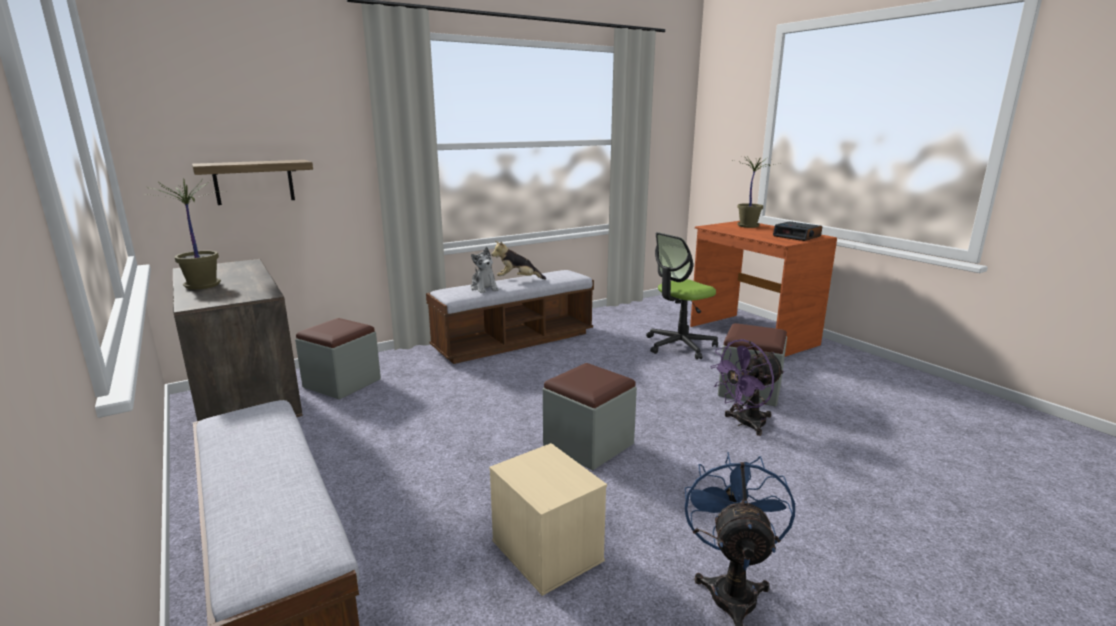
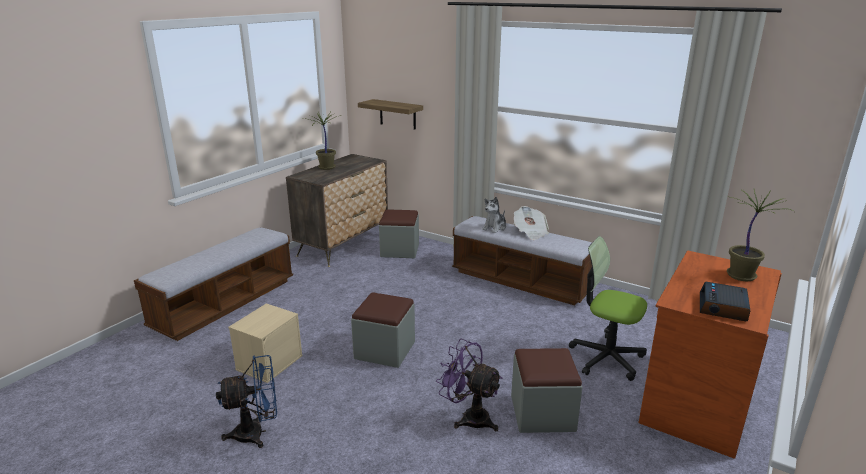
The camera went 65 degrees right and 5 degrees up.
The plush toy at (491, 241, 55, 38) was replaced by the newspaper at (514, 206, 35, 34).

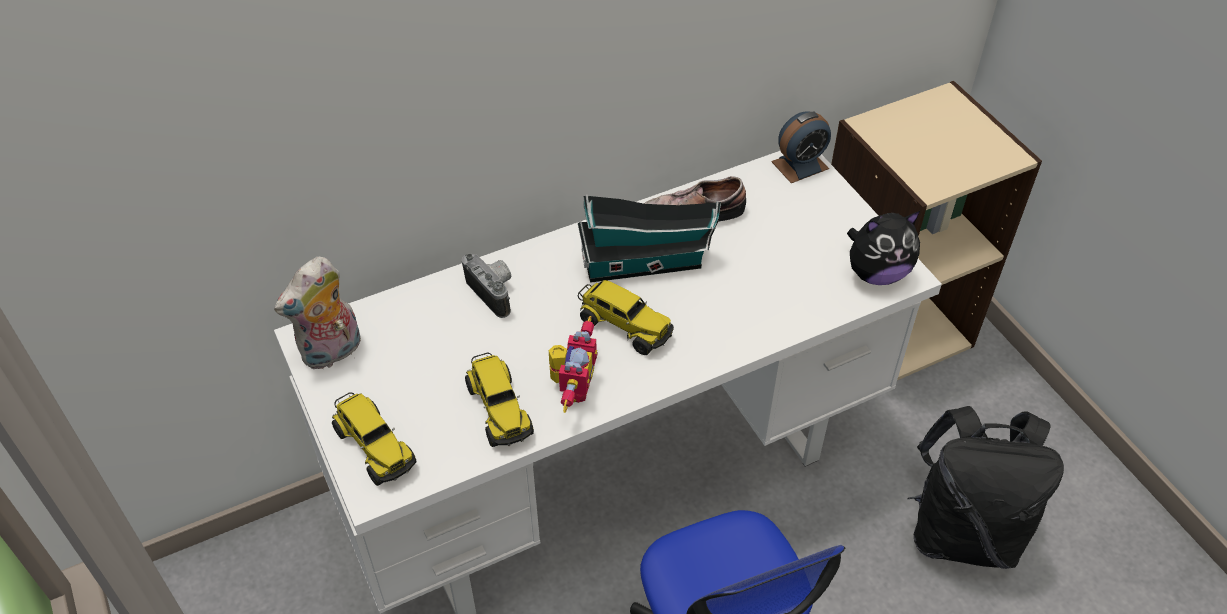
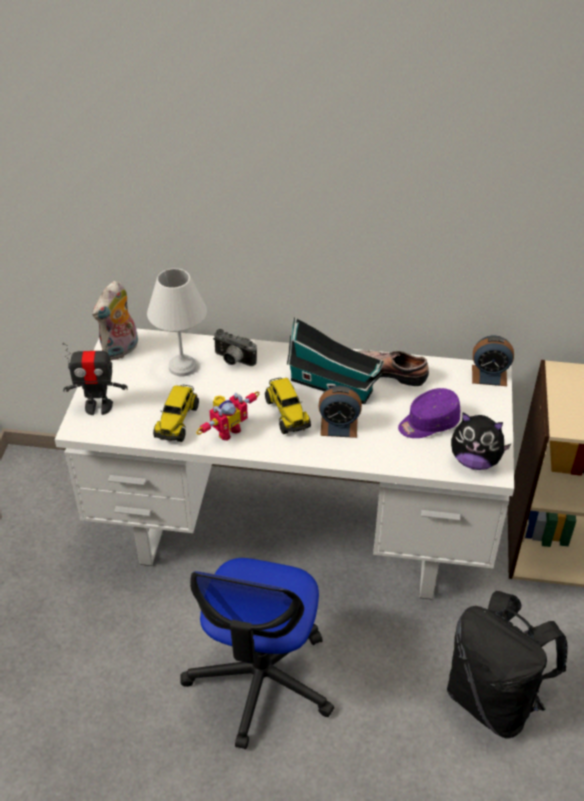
The camera went 35 degrees right and 5 degrees down.
The table lamp (white) at (147, 268, 60, 108) appeared.
The alarm clock at (319, 385, 43, 53) appeared.
The cap (purple) at (398, 388, 62, 50) appeared.
The toy truck at (332, 393, 84, 93) was replaced by the toy robot at (62, 343, 66, 72).
The plush toy at (274, 257, 87, 112) turned 45 degrees counterclockwise.
The photo camera at (462, 254, 49, 64) turned 120 degrees clockwise.

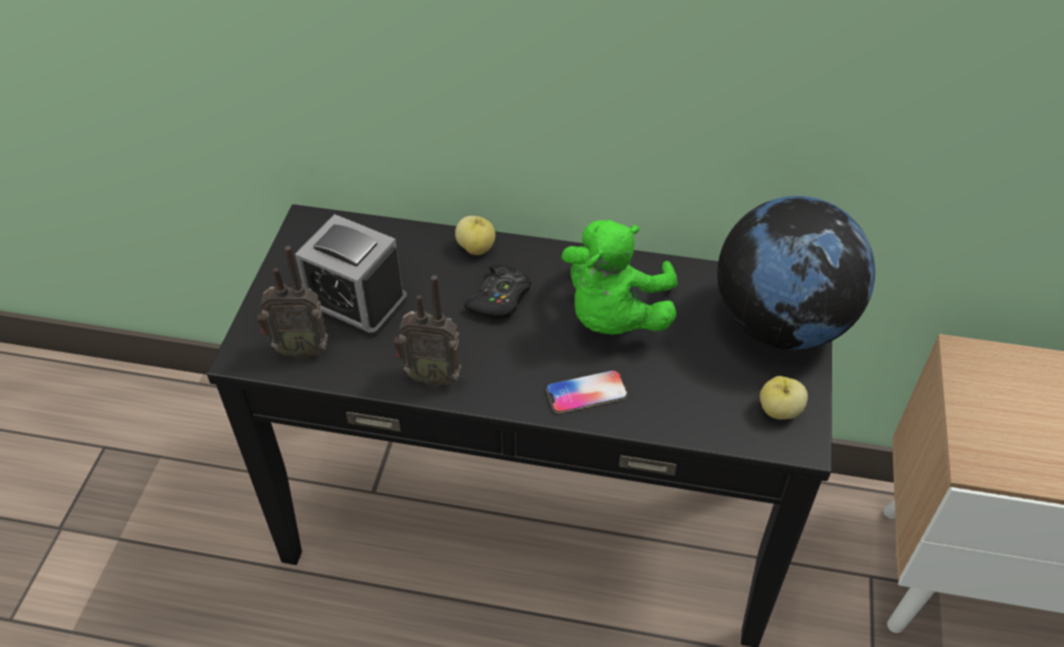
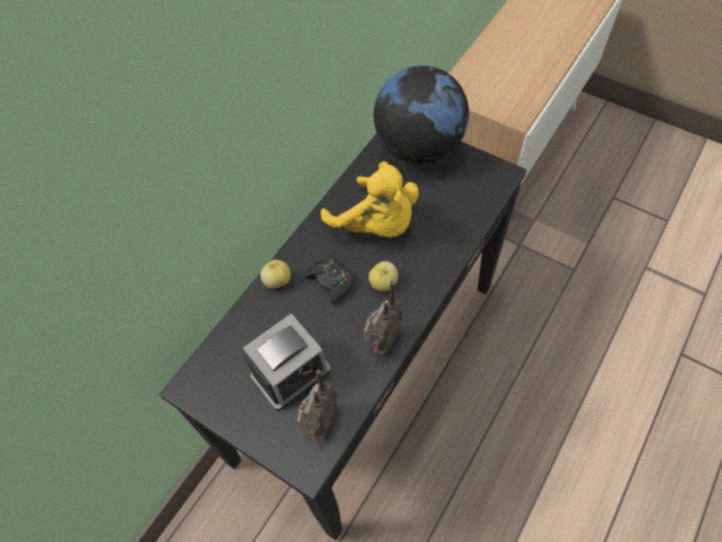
The camera went 65 degrees left and 10 degrees up.
The phone at (546, 370, 81, 43) disappeared.
The apple moved from (760, 376, 48, 44) to (369, 261, 29, 31).
The plush toy (green) at (561, 220, 116, 115) became the plush toy (yellow) at (321, 161, 98, 76).

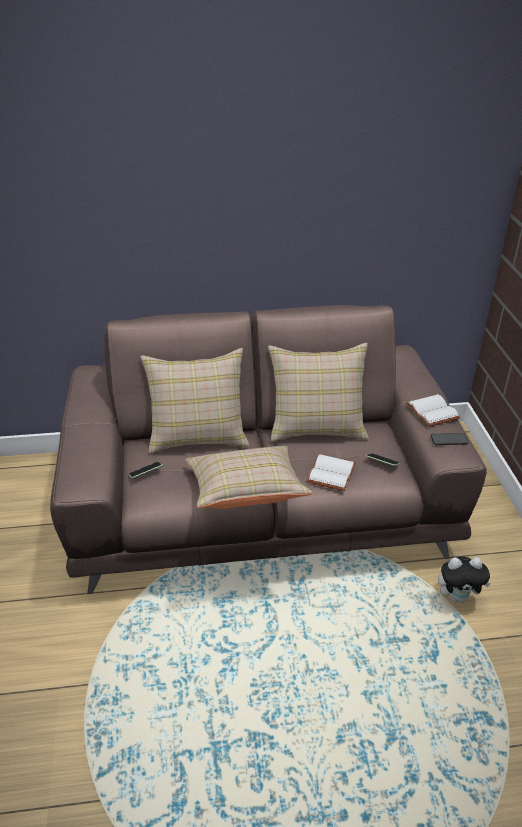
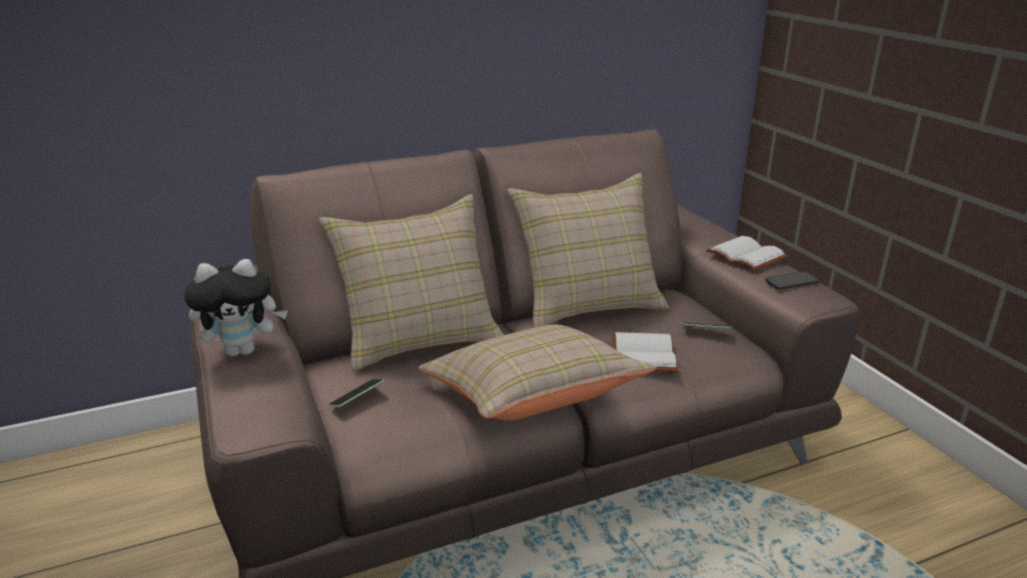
The camera went 15 degrees left and 10 degrees down.
The plush toy moved from (438, 556, 53, 47) to (184, 259, 104, 97).

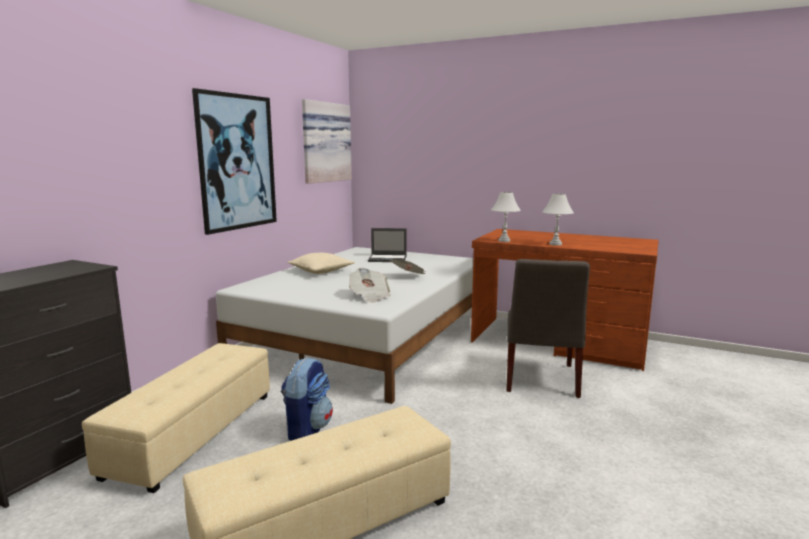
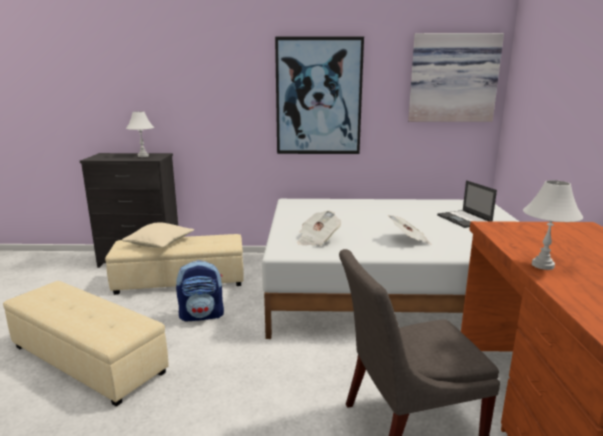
The camera went 65 degrees right and 5 degrees up.
The pillow (beige) moved from (287, 253, 68, 21) to (122, 222, 72, 26).
The table lamp (white) moved from (491, 192, 30, 50) to (126, 111, 28, 46).

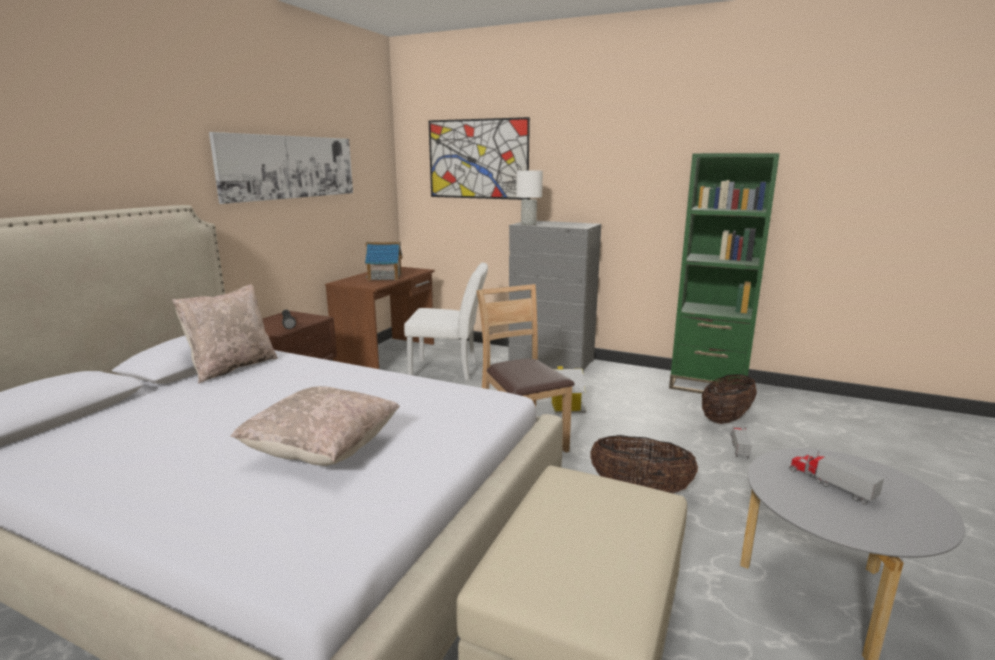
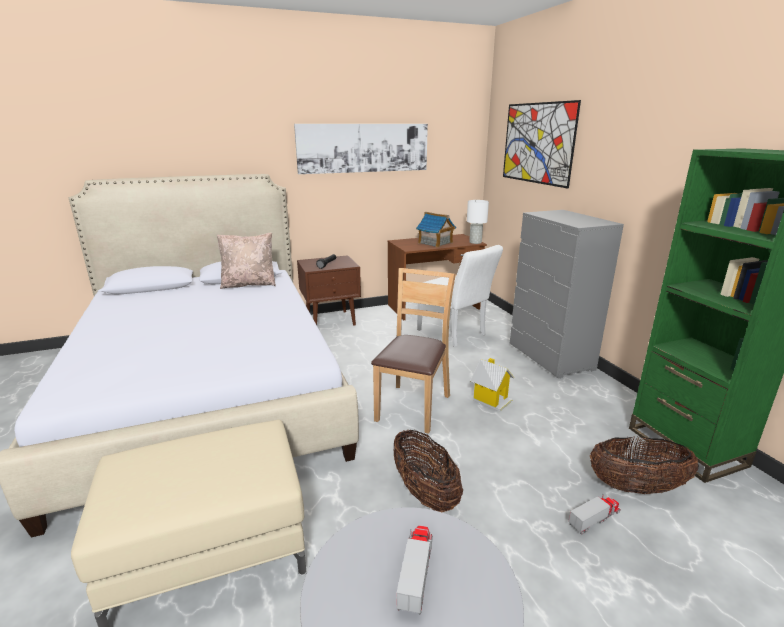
The camera went 45 degrees right and 5 degrees up.
The pillow (beige) at (230, 386, 170, 80) disappeared.
The table lamp (white) moved from (516, 170, 27, 55) to (467, 200, 22, 44).

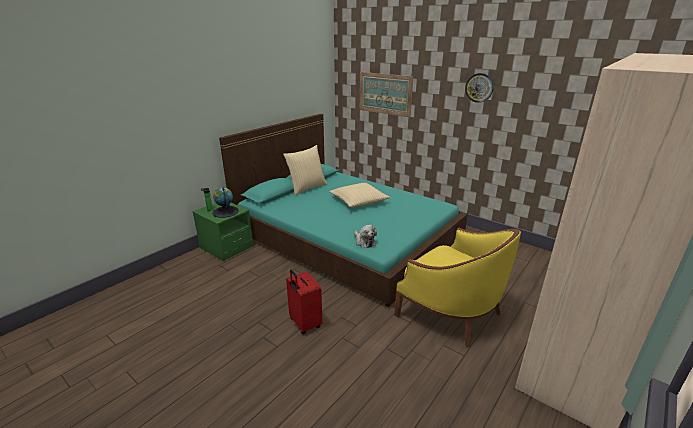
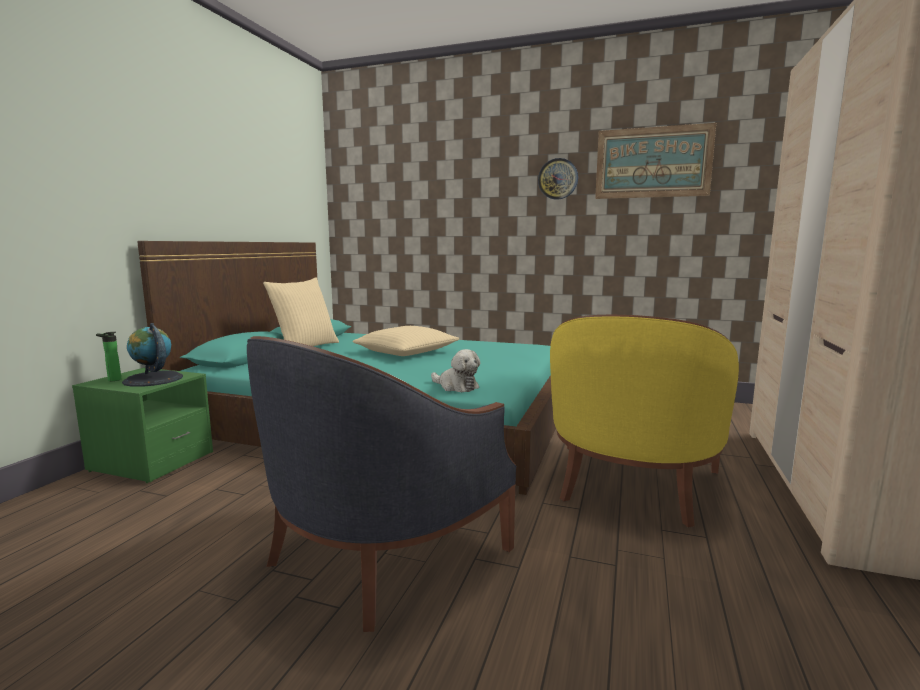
The camera went 20 degrees left and 15 degrees down.
The picture moved from (360, 72, 53, 45) to (595, 123, 121, 76).
The suitcase (red) at (286, 270, 37, 64) was replaced by the armchair (blue) at (247, 336, 269, 296).
The armchair (yellow) at (395, 228, 126, 119) turned 90 degrees clockwise.

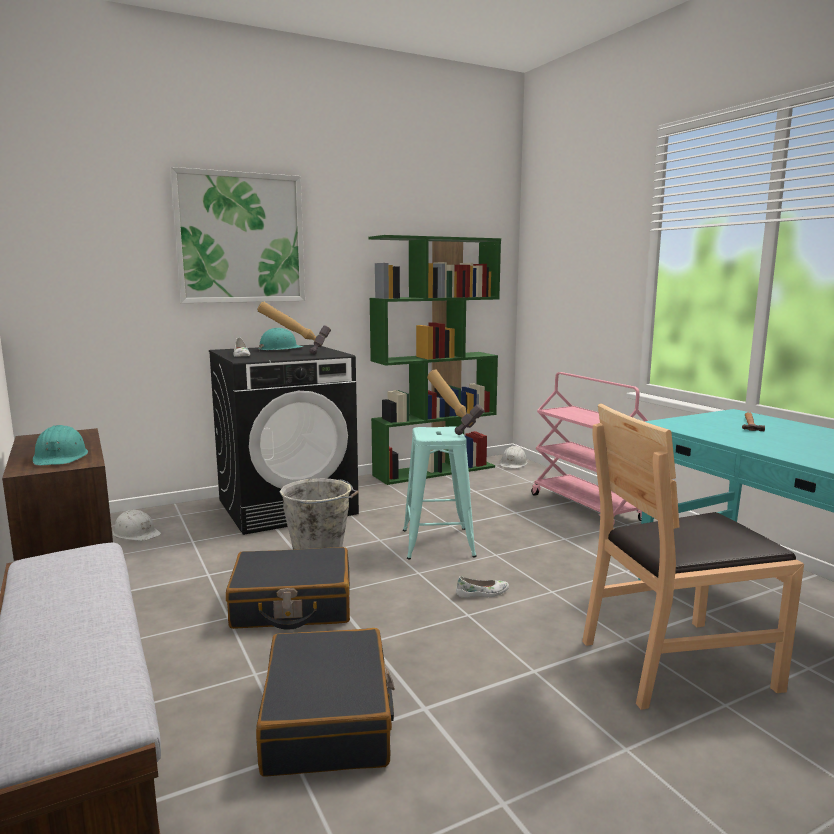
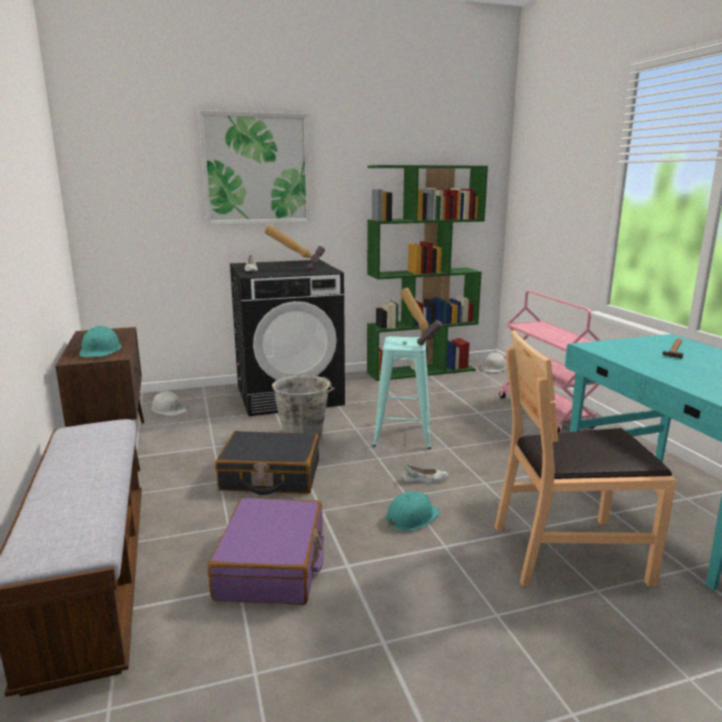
The camera went 10 degrees right and 5 degrees up.
The hard hat (turquoise) moved from (259, 328, 45, 22) to (385, 491, 56, 40).
The suitcase (black) at (256, 628, 139, 149) became the suitcase (purple) at (208, 498, 116, 107).

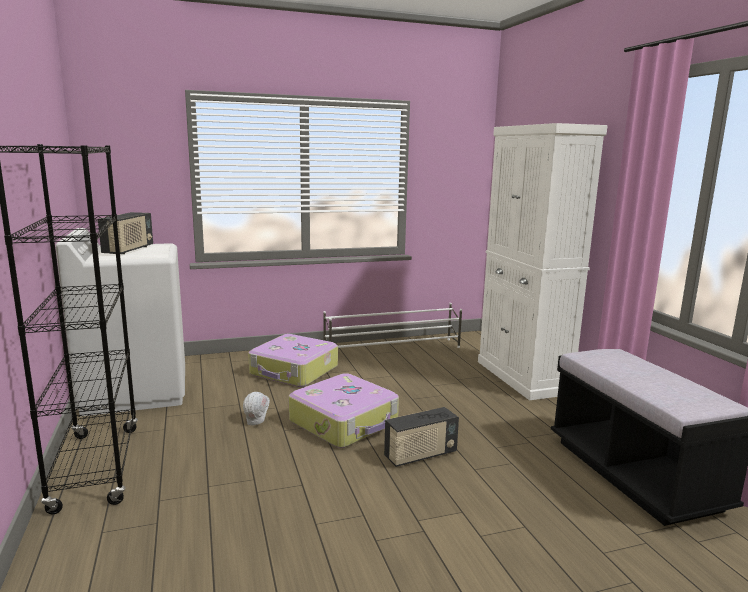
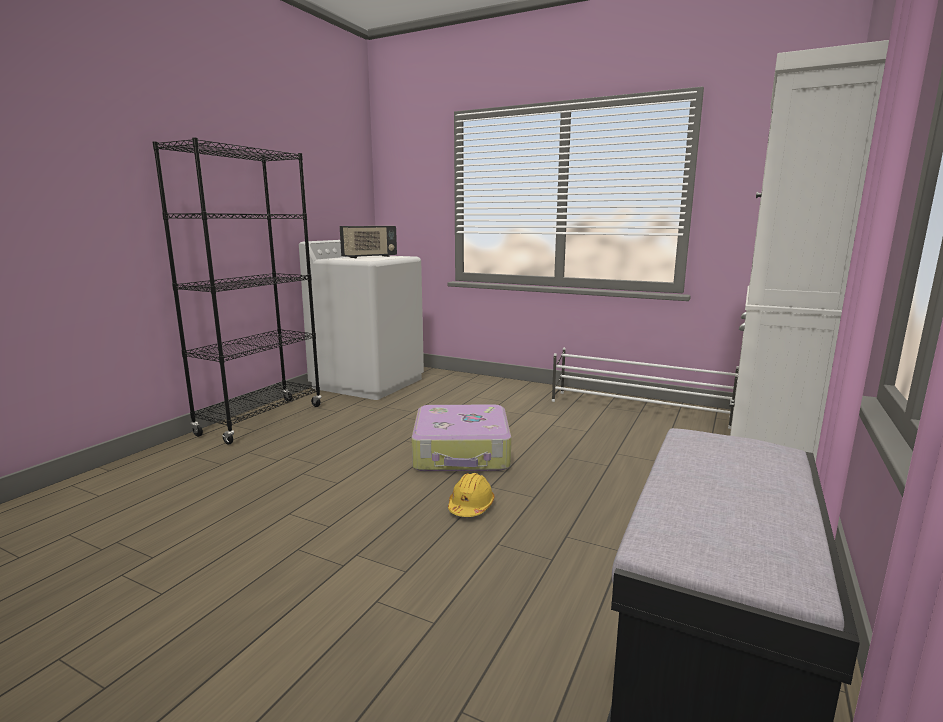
The camera went 45 degrees right and 0 degrees up.
The hard hat (white) at (243, 392, 27, 33) disappeared.
The suitcase at (248, 334, 90, 53) disappeared.
The radio at (384, 407, 75, 60) was replaced by the hard hat (yellow) at (448, 473, 47, 44).

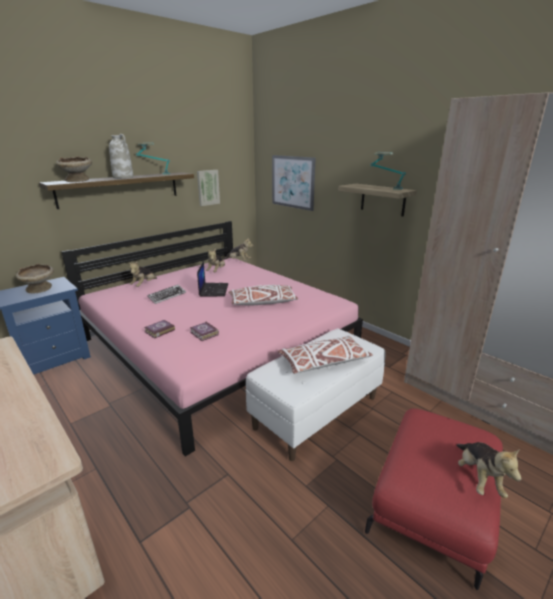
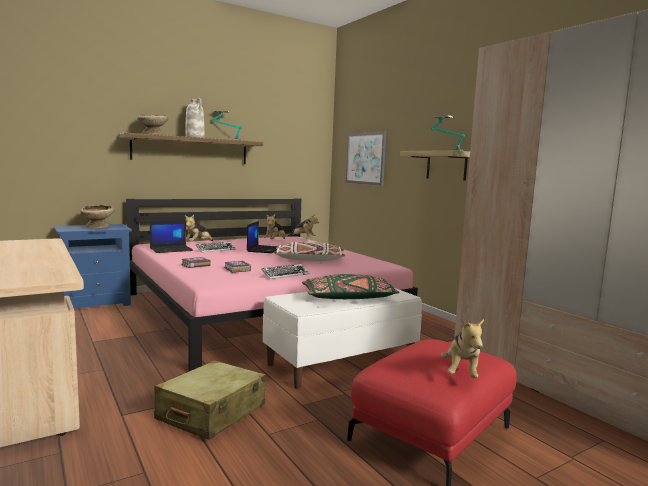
The camera went 10 degrees right and 15 degrees down.
The picture at (197, 170, 23, 36) disappeared.
The laptop at (150, 221, 43, 32) appeared.
The suitcase (beige) at (154, 360, 112, 80) appeared.
The keyboard at (261, 264, 49, 15) appeared.
The pillow (white) at (278, 335, 95, 39) became the pillow (green) at (302, 274, 97, 25).

